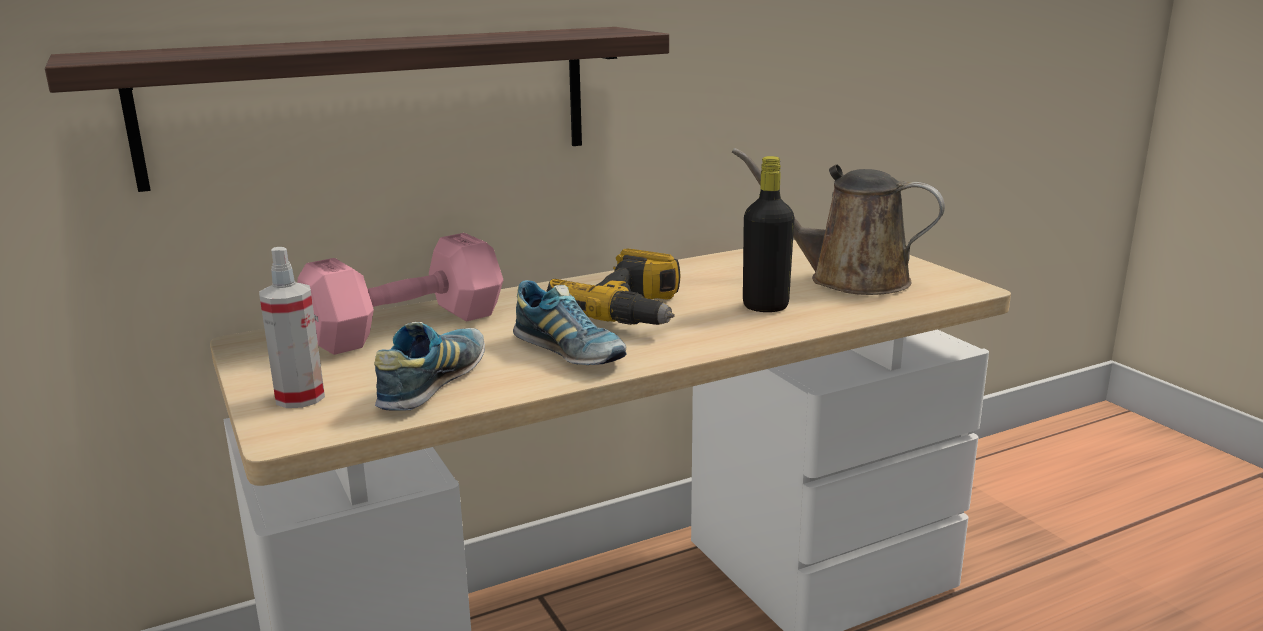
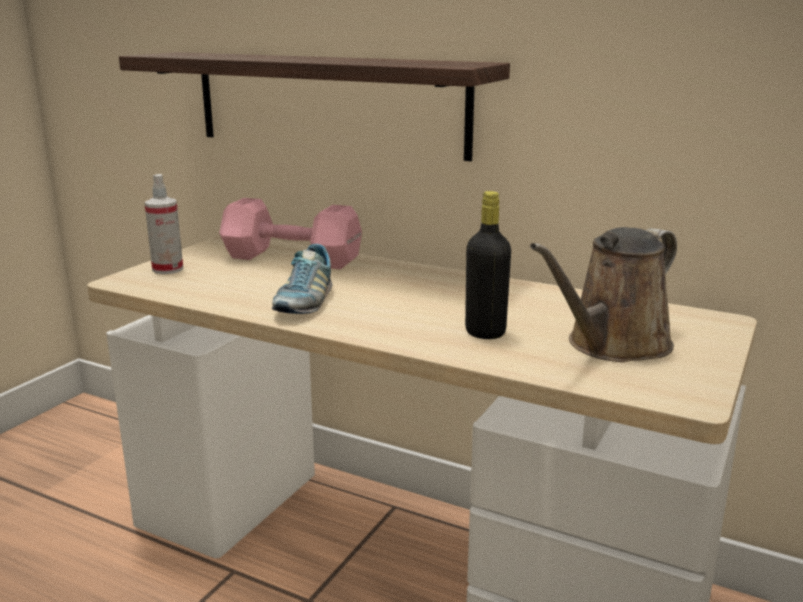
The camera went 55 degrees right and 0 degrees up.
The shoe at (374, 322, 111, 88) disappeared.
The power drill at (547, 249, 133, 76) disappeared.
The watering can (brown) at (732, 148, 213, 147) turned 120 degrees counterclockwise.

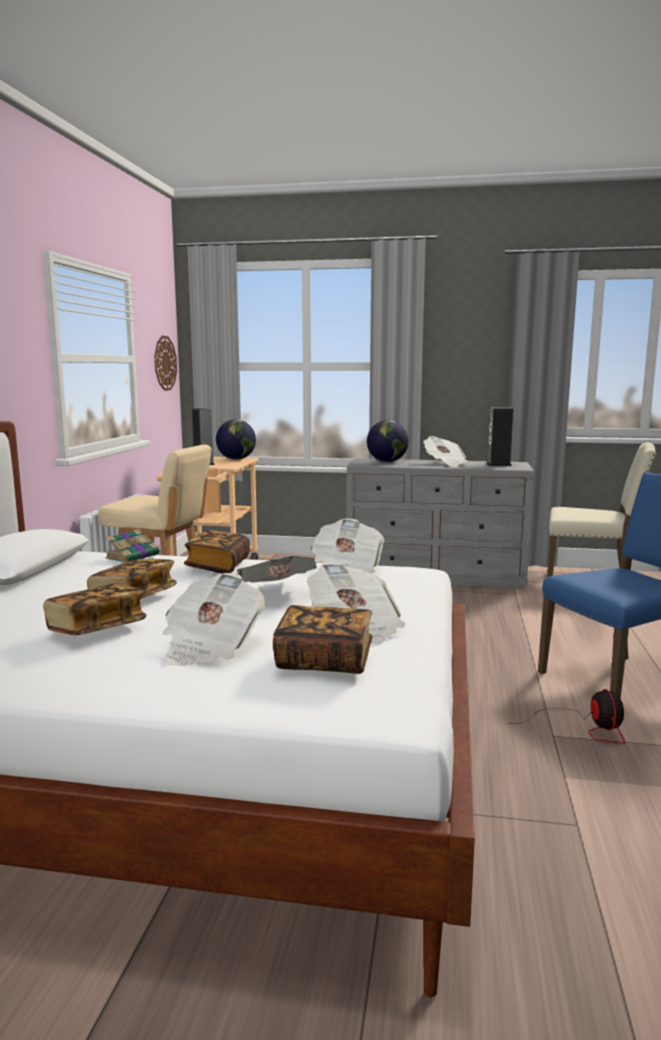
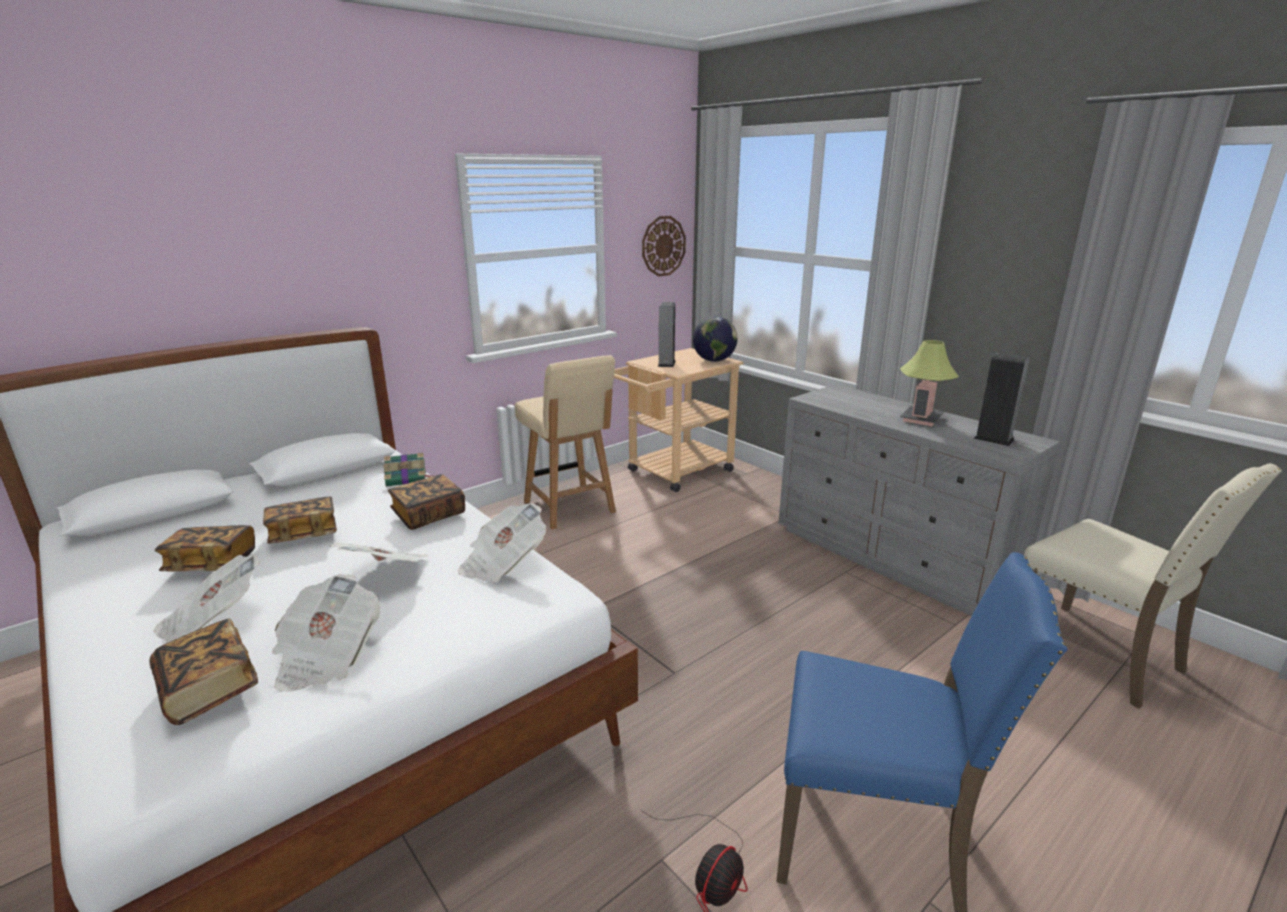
The camera went 40 degrees right and 10 degrees up.
The globe at (367, 420, 42, 42) disappeared.
The newspaper at (423, 436, 45, 31) was replaced by the table lamp at (900, 340, 59, 86).

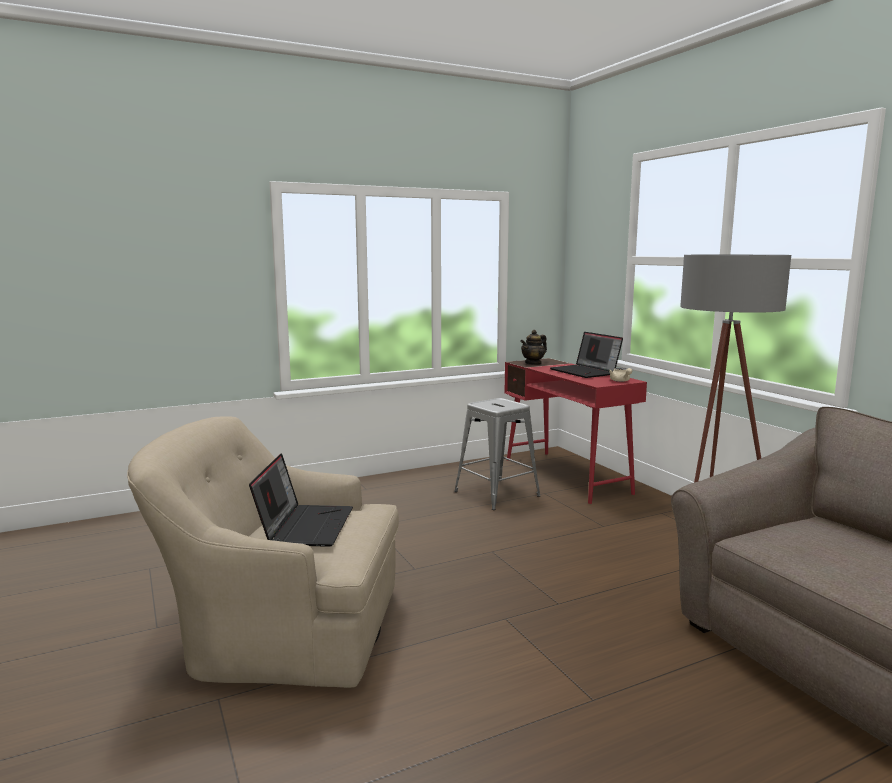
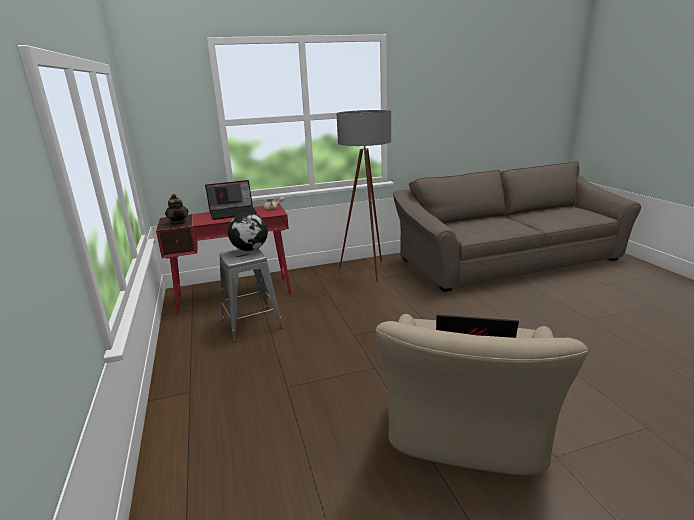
The camera went 80 degrees left and 10 degrees up.
The globe at (228, 213, 40, 38) appeared.

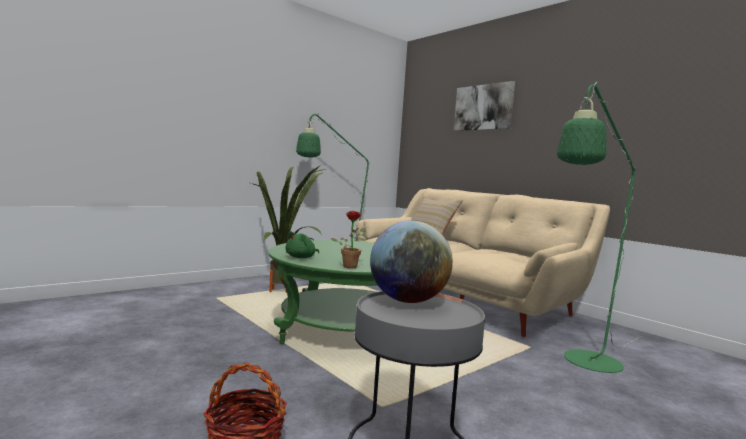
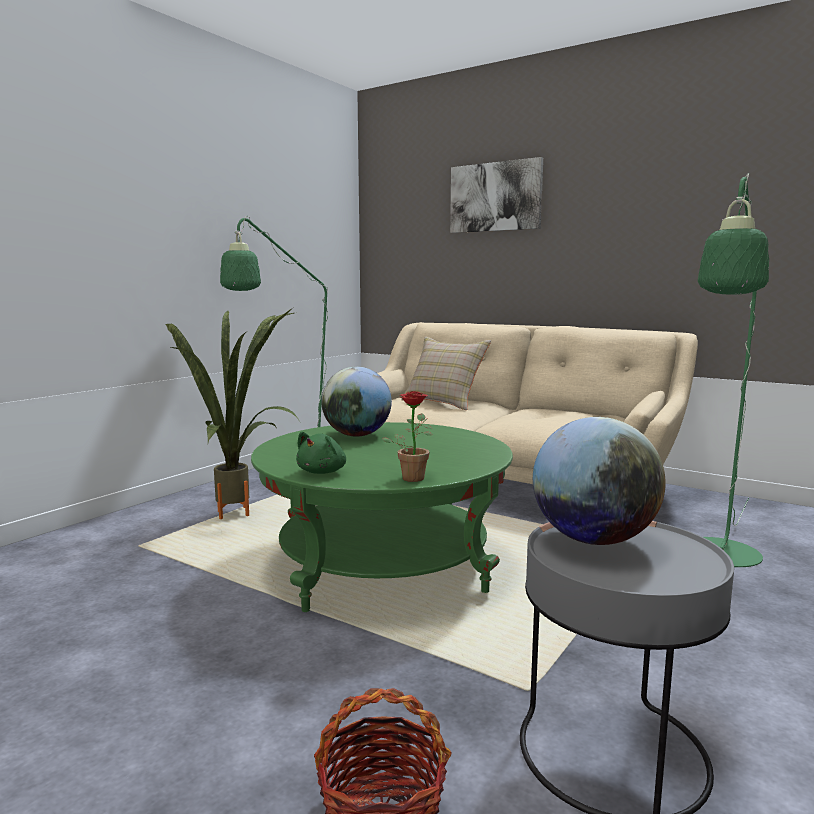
The camera went 15 degrees left and 5 degrees up.
The globe at (321, 367, 71, 70) appeared.

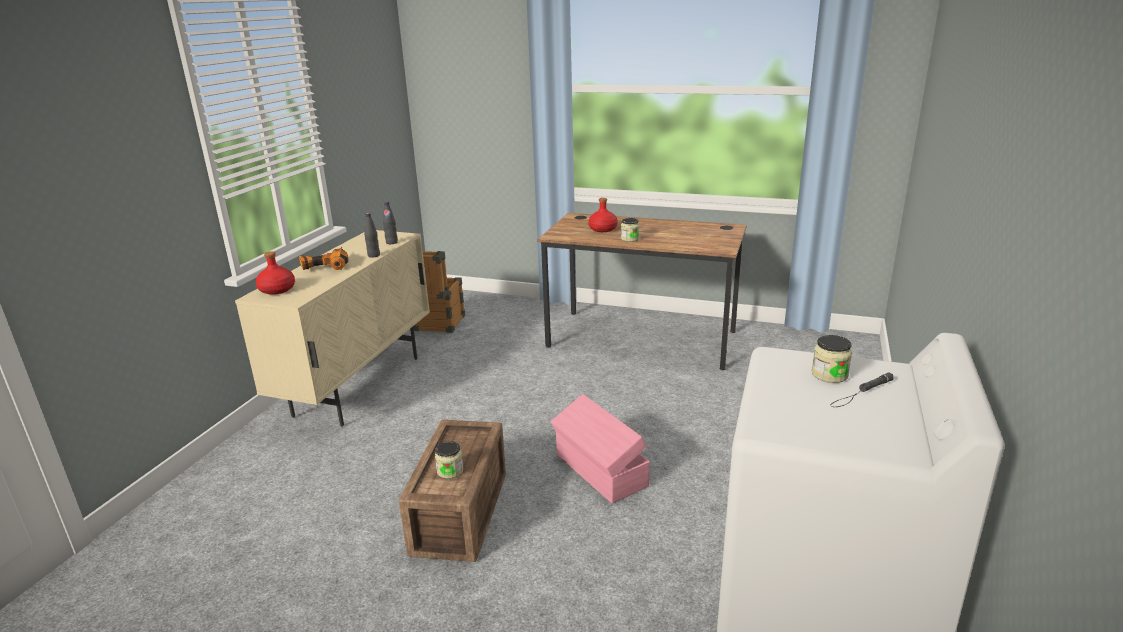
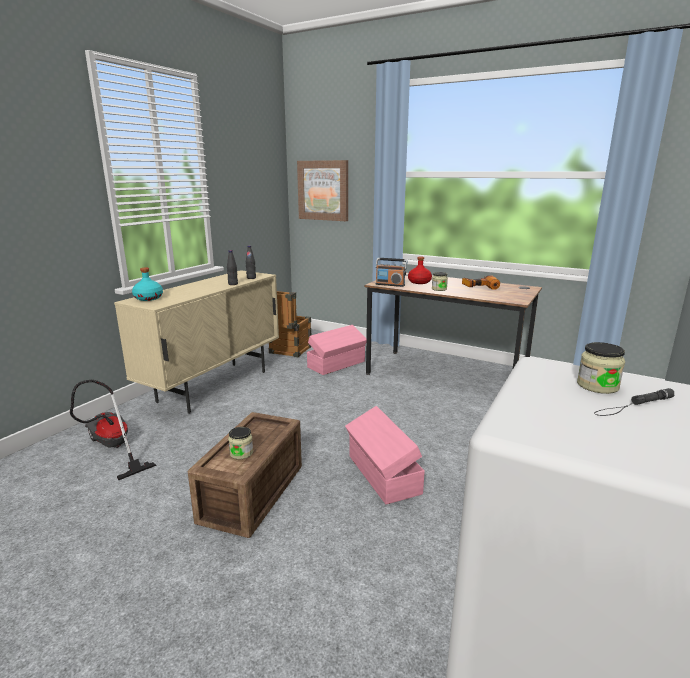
The camera went 10 degrees right and 5 degrees down.
The vacuum cleaner at (70, 379, 87, 101) appeared.
The picture at (297, 160, 51, 61) appeared.
The storage box (pink) at (307, 325, 59, 50) appeared.
The radio at (375, 258, 32, 29) appeared.
The power drill moved from (299, 247, 50, 23) to (462, 276, 38, 14).
The bottle (red) at (256, 251, 39, 44) became the bottle (turquoise) at (132, 267, 31, 34).

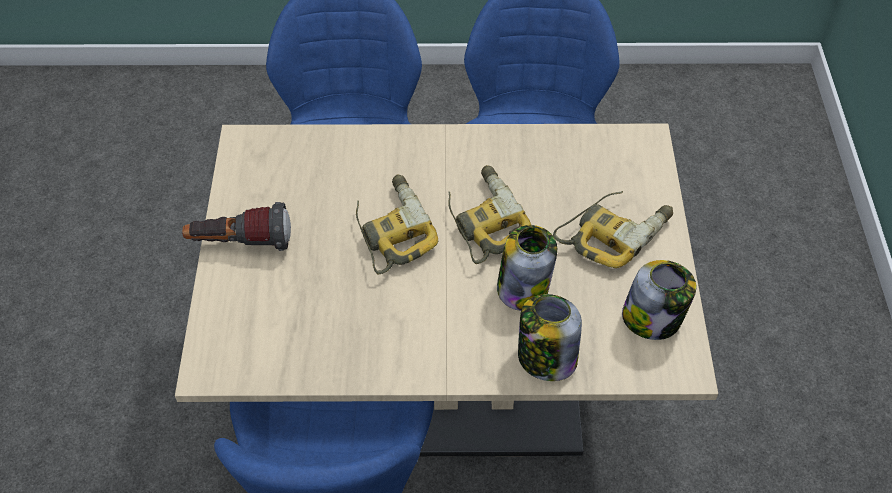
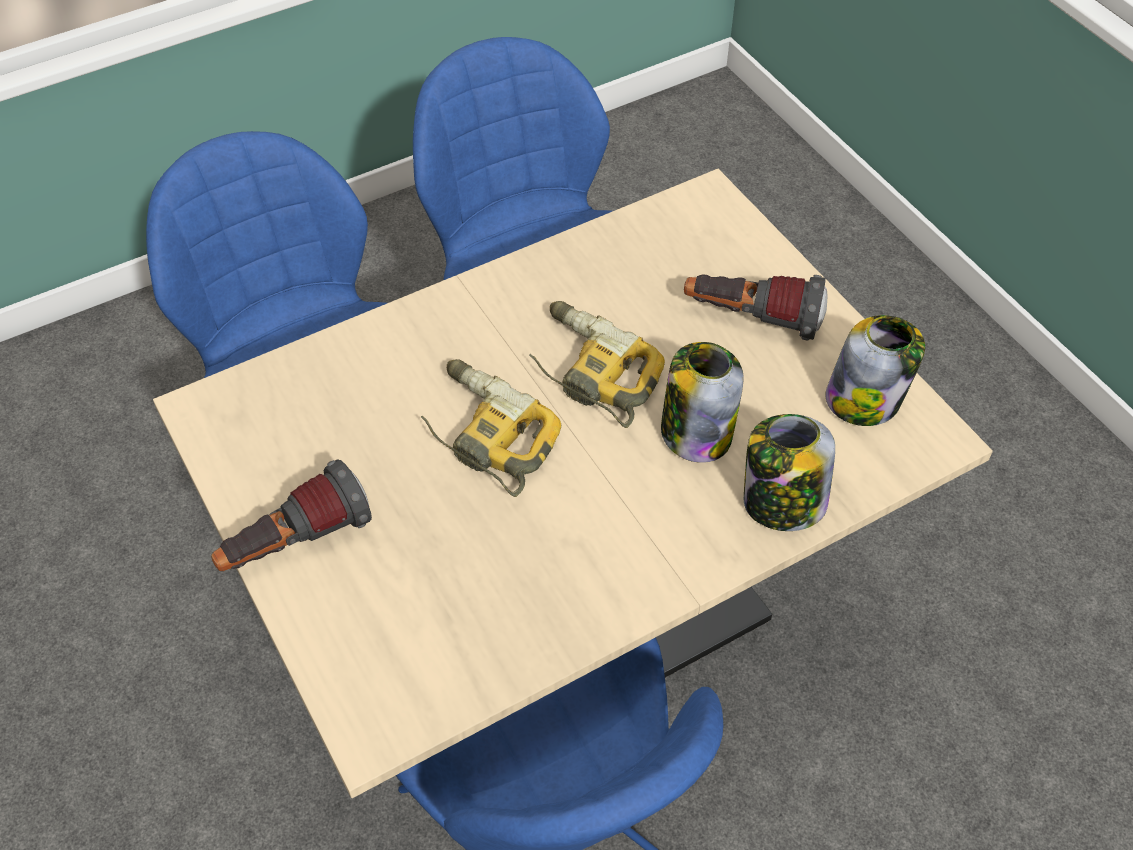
The camera went 30 degrees left and 0 degrees up.
The power drill at (553, 191, 120, 77) was replaced by the flashlight at (684, 274, 144, 66).

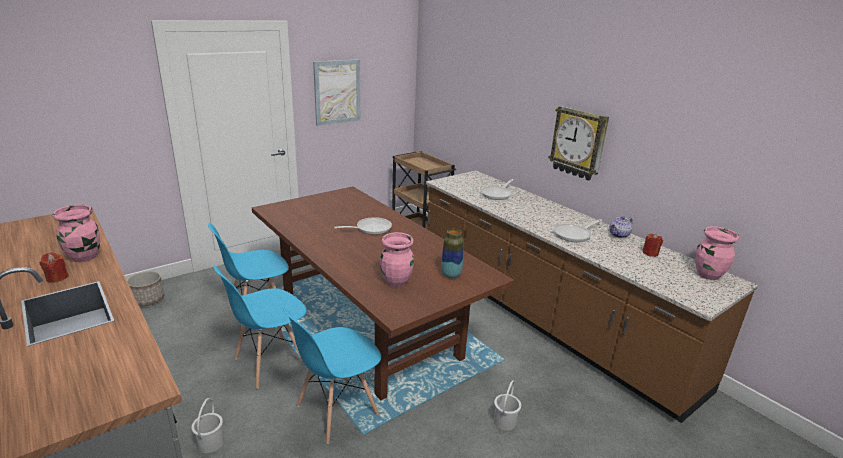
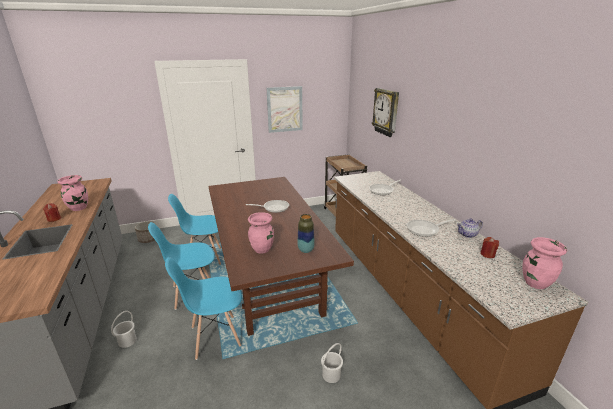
The camera went 20 degrees right and 0 degrees up.
The wall clock moved from (548, 106, 61, 75) to (372, 88, 27, 49).

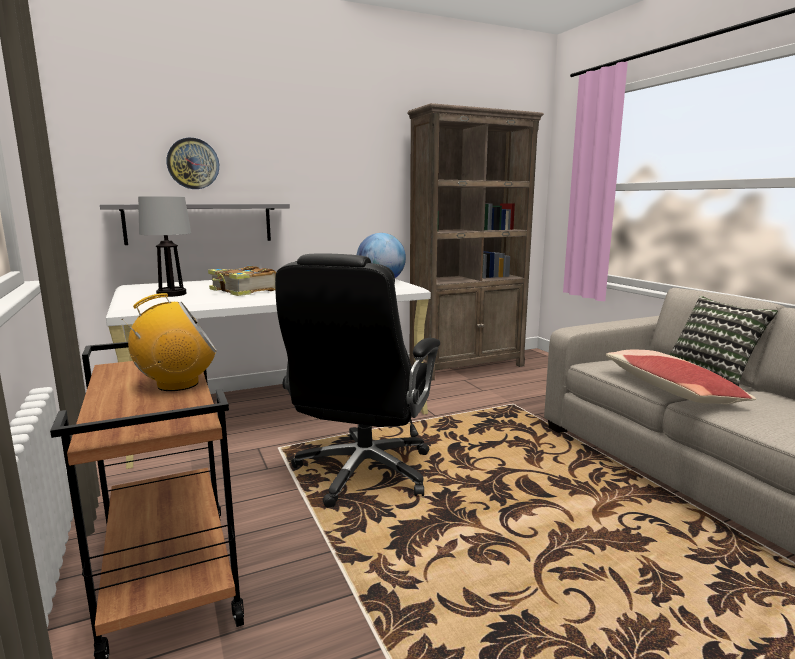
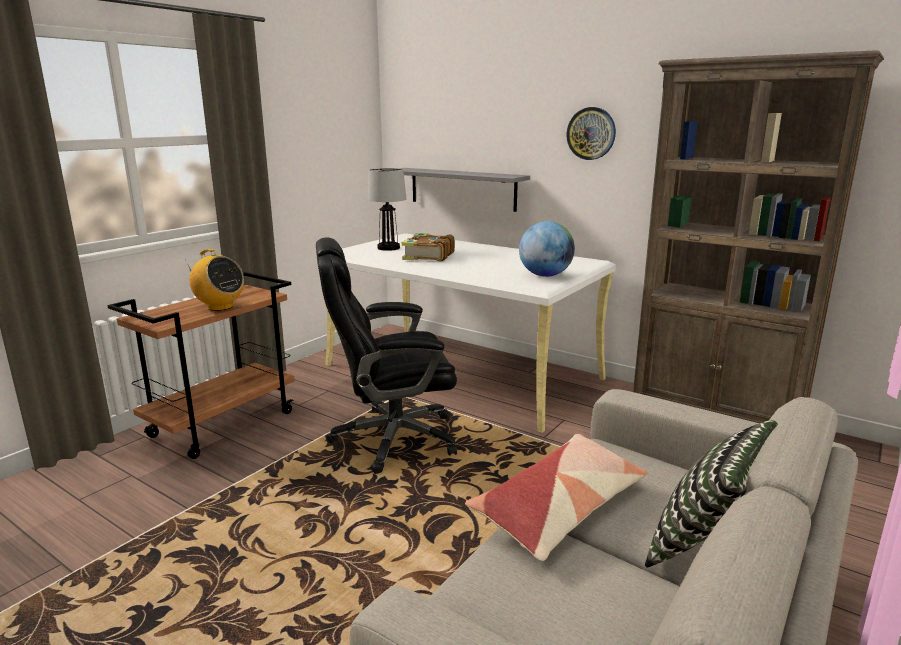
The camera went 60 degrees right and 5 degrees up.
The wall clock moved from (166, 138, 53, 51) to (566, 107, 50, 53).

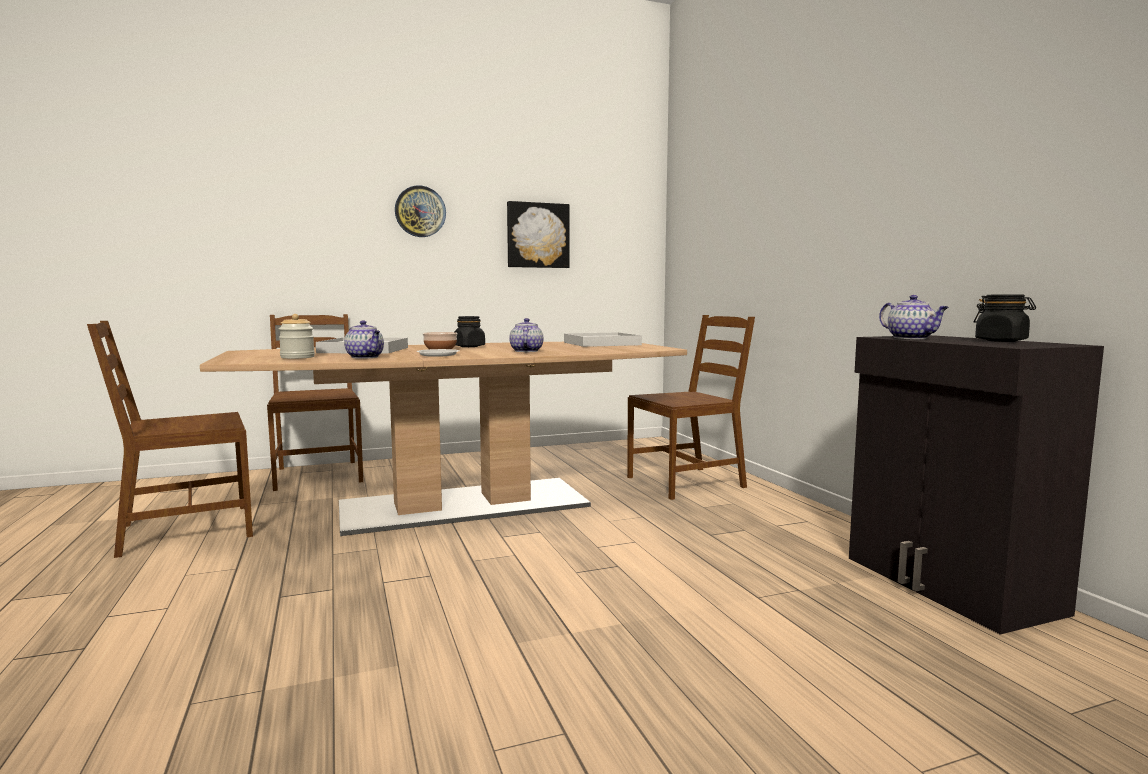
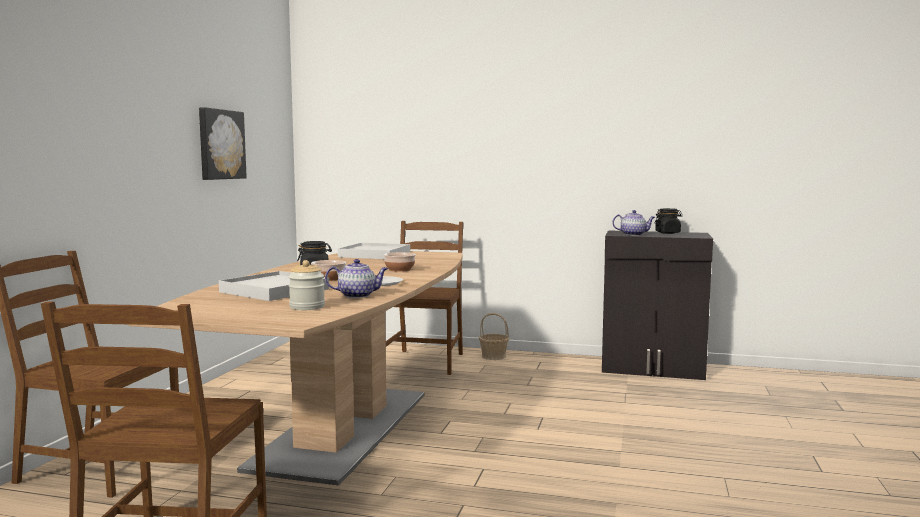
The camera went 55 degrees left and 0 degrees up.
The wall clock at (395, 185, 51, 52) disappeared.
The basket at (479, 313, 30, 47) appeared.
The teapot at (509, 318, 34, 34) was replaced by the bowl at (384, 252, 32, 20).

